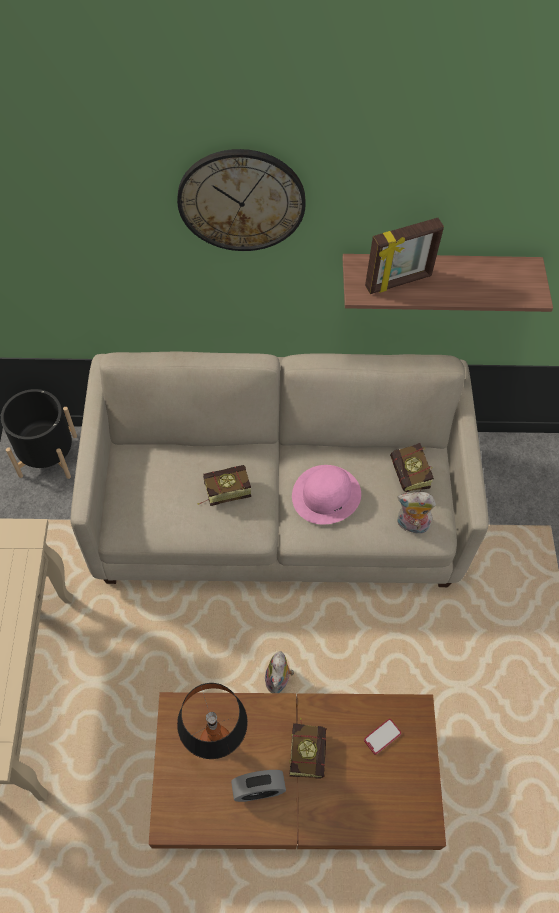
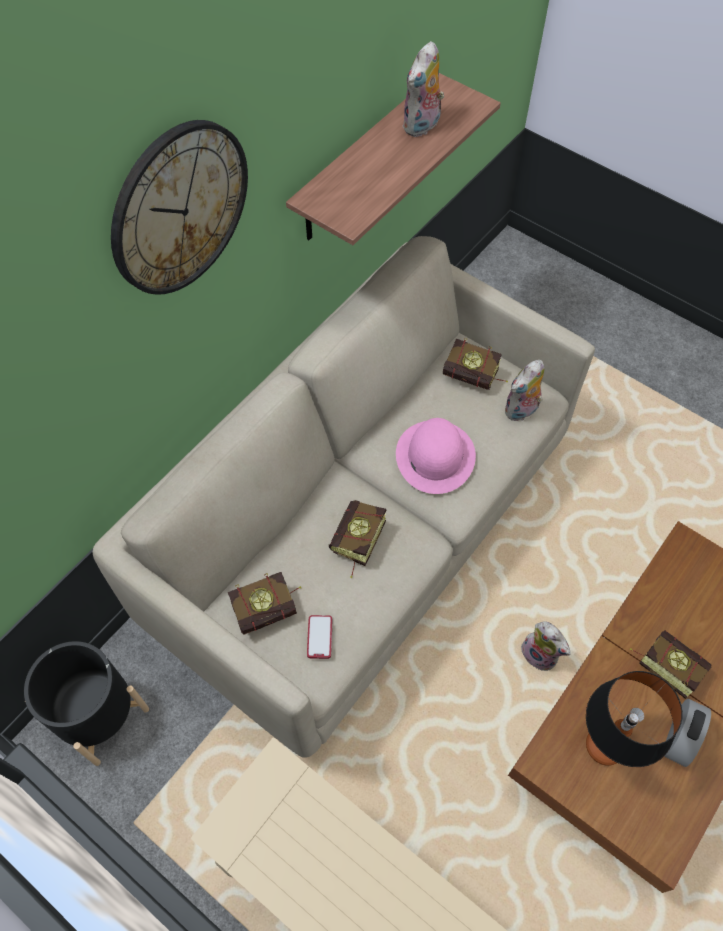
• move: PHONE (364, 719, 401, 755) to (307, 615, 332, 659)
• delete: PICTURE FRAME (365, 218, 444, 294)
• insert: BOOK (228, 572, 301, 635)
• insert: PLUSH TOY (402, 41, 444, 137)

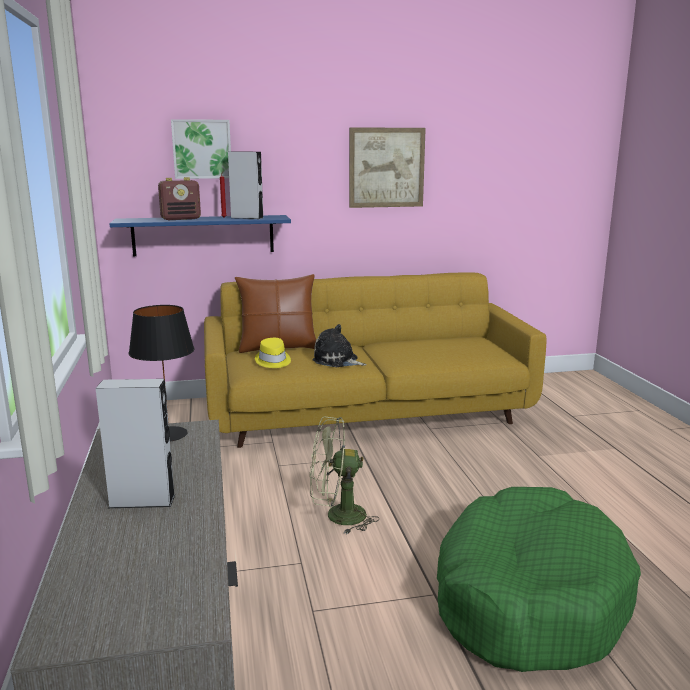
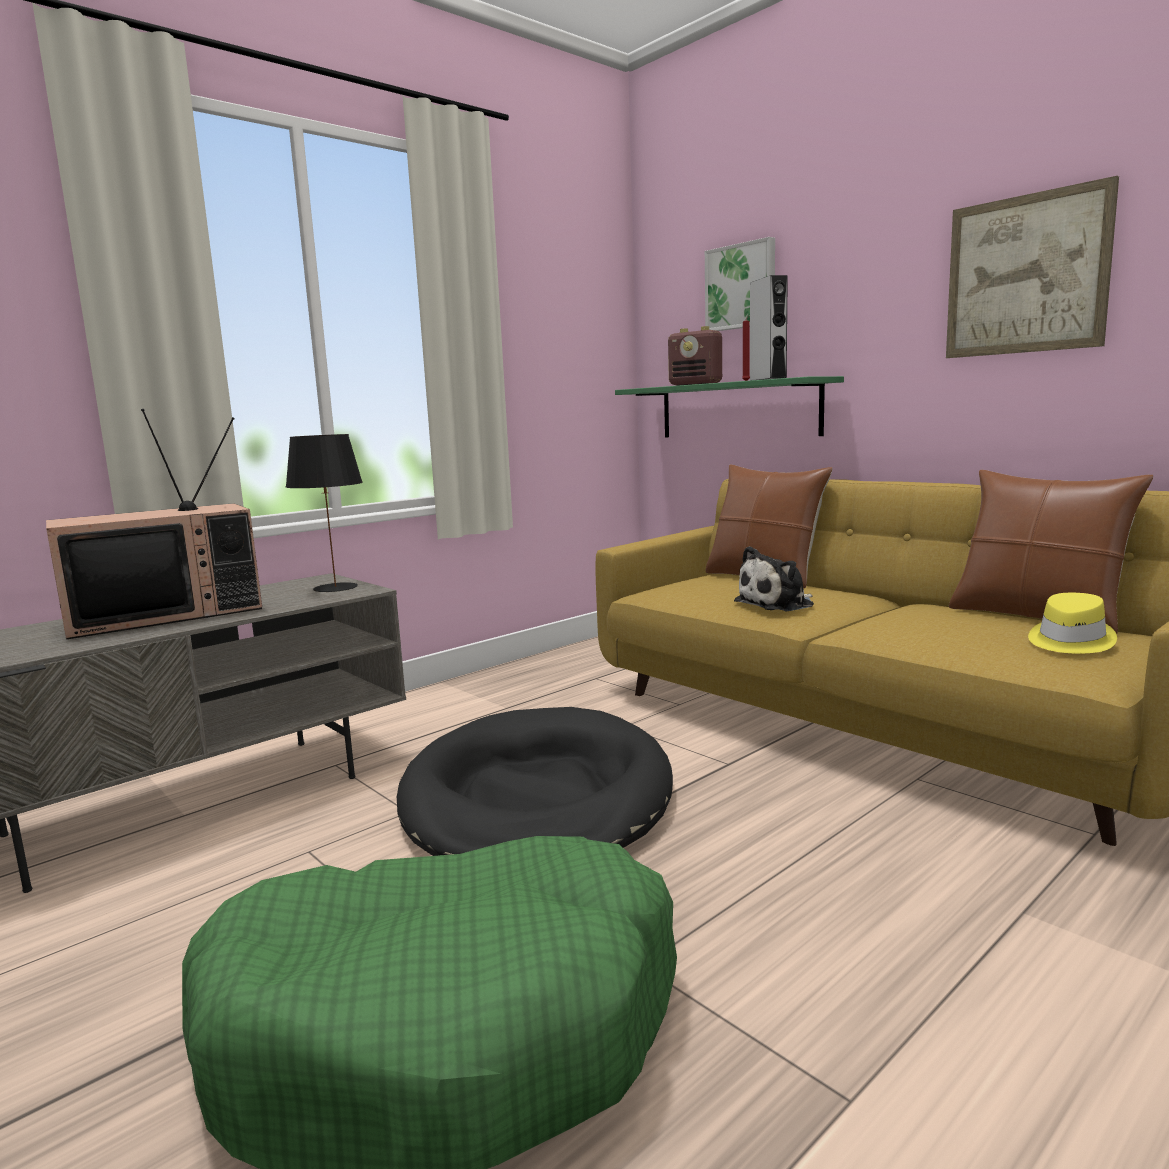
• replace: GREY SPEAKER (96, 379, 175, 508) to TELEVISION (46, 409, 262, 639)
• recolor: BLUE SHELF (110, 215, 291, 256) to GREEN SHELF (615, 376, 844, 437)
• move: YELLOW HAT (255, 338, 291, 368) to (1028, 593, 1117, 654)
• replace: GREEN FAN (310, 416, 379, 535) to BLACK DOG BED (397, 707, 673, 856)
• rotate: PLUSH TOY (312, 324, 367, 367) = (734, 546, 814, 612) 120 degrees counterclockwise
• insert: BROWN PILLOW (949, 470, 1153, 634)

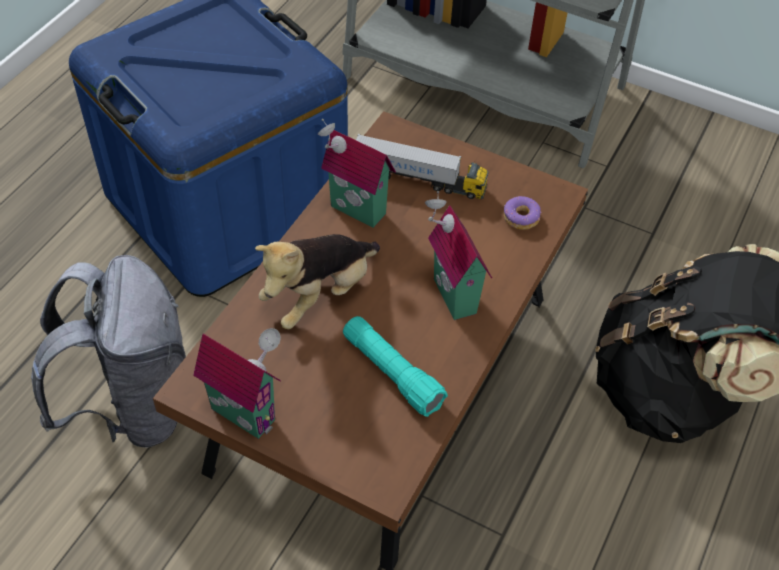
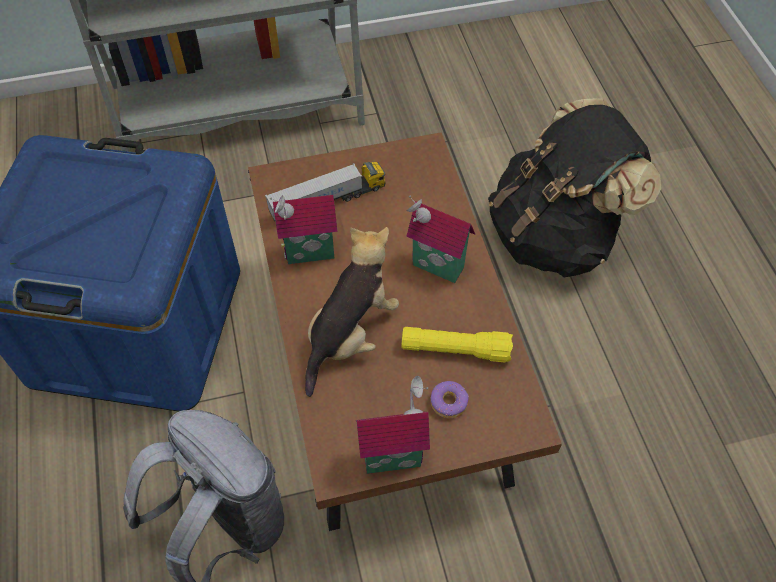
• rotate: PLUSH TOY (255, 234, 380, 329) = (305, 227, 399, 397) 150 degrees counterclockwise
• recolor: TURQUOISE FLASHLIGHT (343, 316, 448, 417) to YELLOW FLASHLIGHT (401, 327, 513, 363)
• move: DONUT (504, 196, 541, 230) to (431, 381, 469, 419)

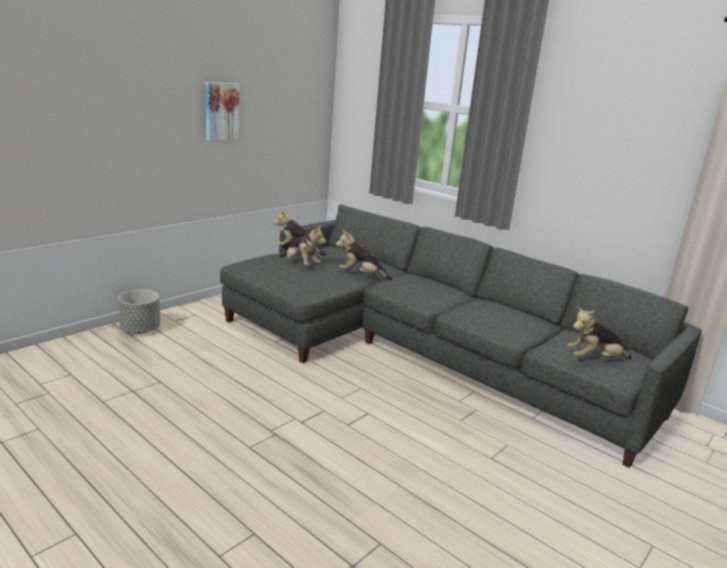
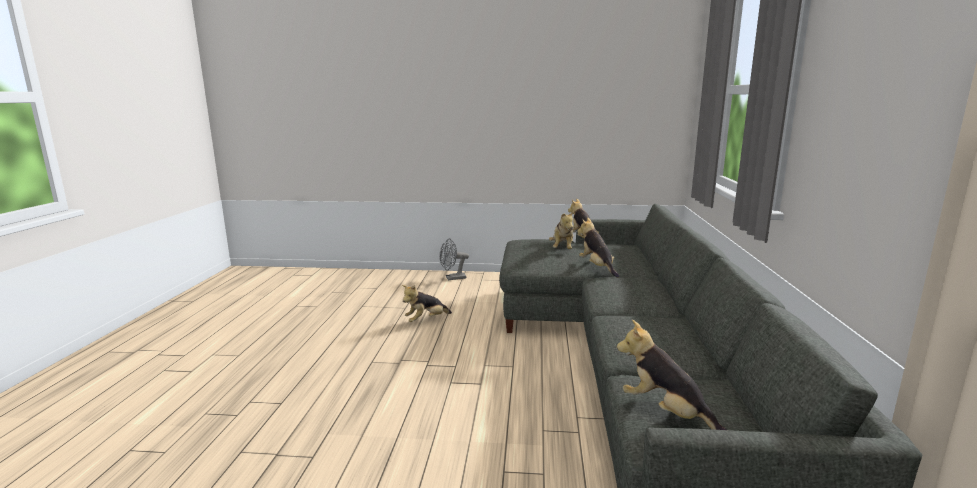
• replace: GREY PLANTER (118, 290, 160, 334) to GREY FAN (440, 238, 469, 280)
• delete: PICTURE (206, 82, 240, 141)
• insert: PLUSH TOY (402, 285, 452, 322)

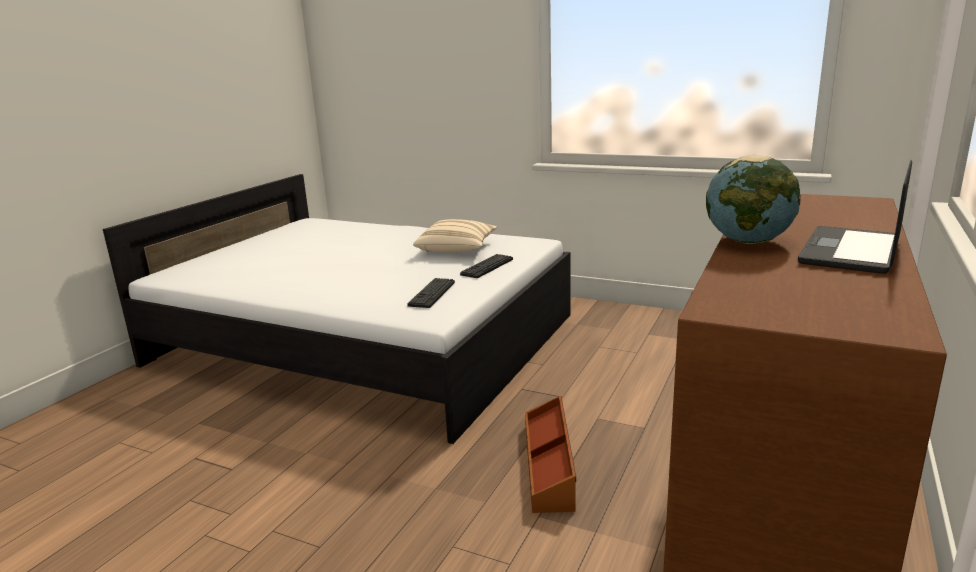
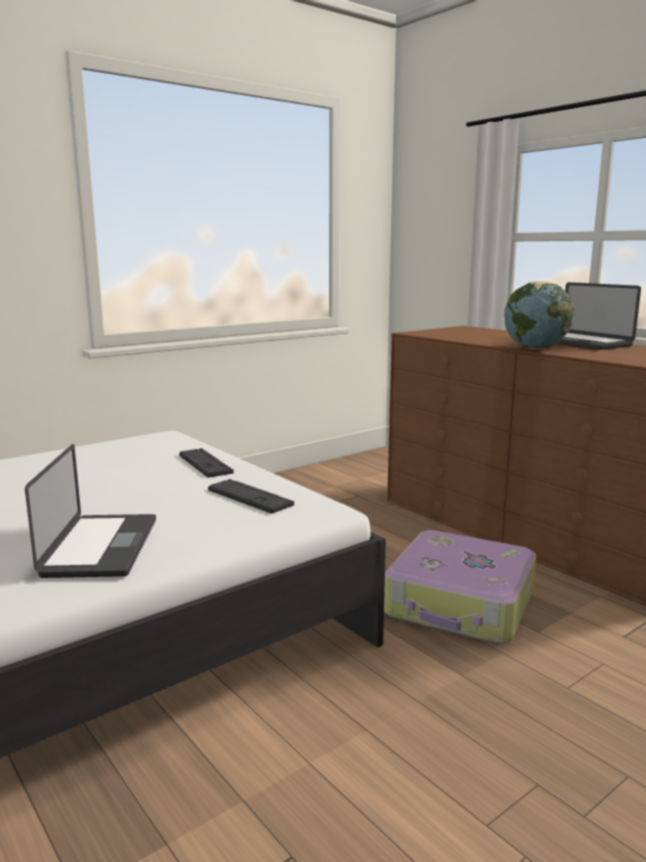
• delete: BEIGE PILLOW (413, 219, 497, 253)
• replace: BROWN STORAGE BOX (525, 396, 576, 513) to SUITCASE (384, 530, 536, 644)
• insert: LAPTOP (25, 444, 156, 578)

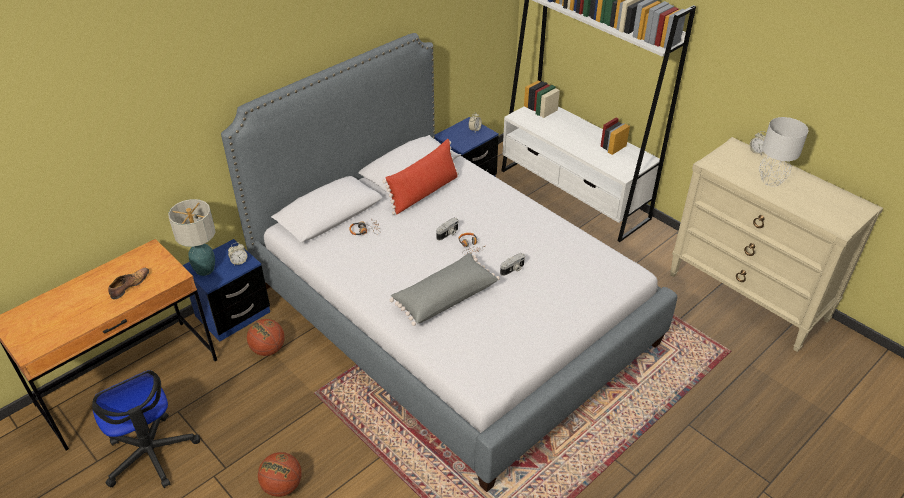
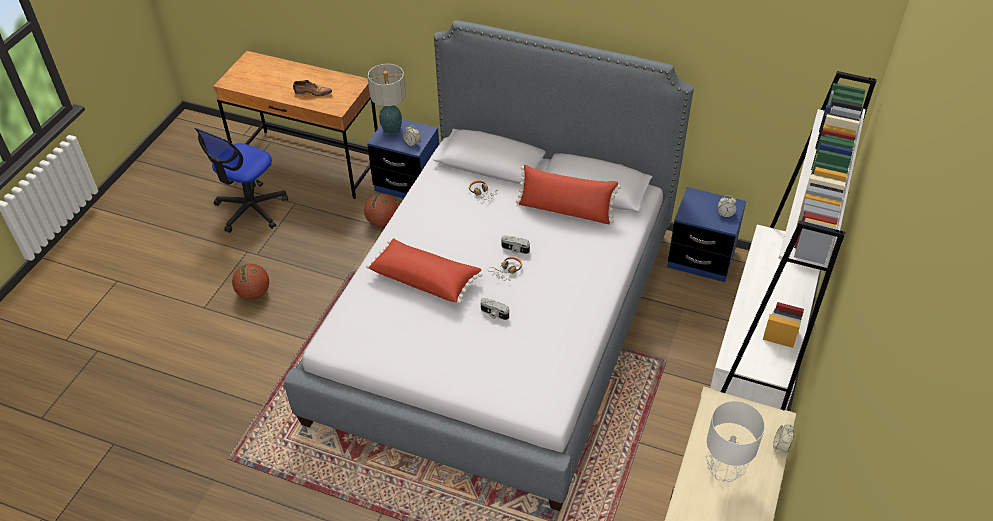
• recolor: GREY PILLOW (390, 253, 500, 326) to RED PILLOW (366, 238, 482, 304)

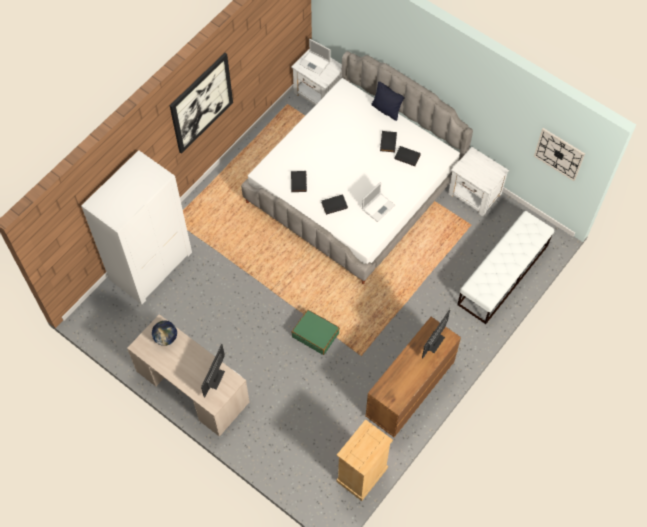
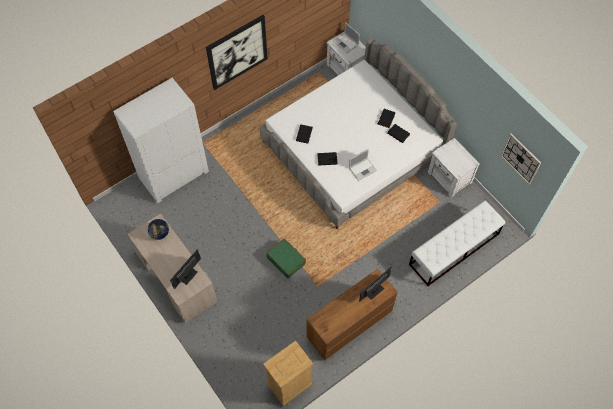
• delete: BLACK PILLOW (371, 81, 404, 121)

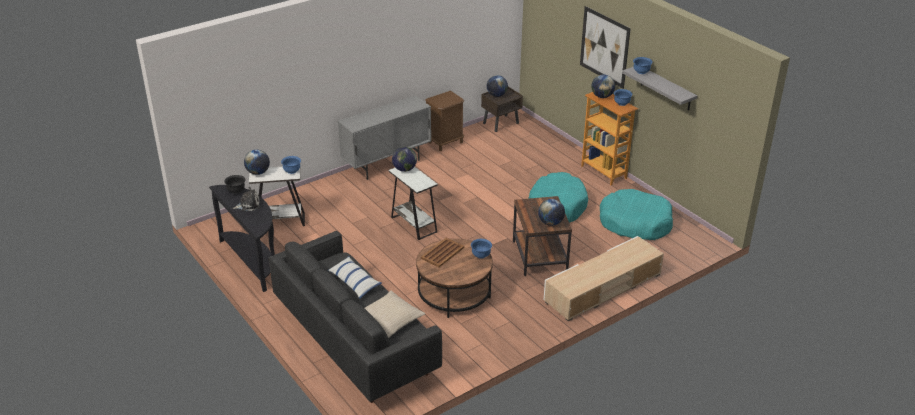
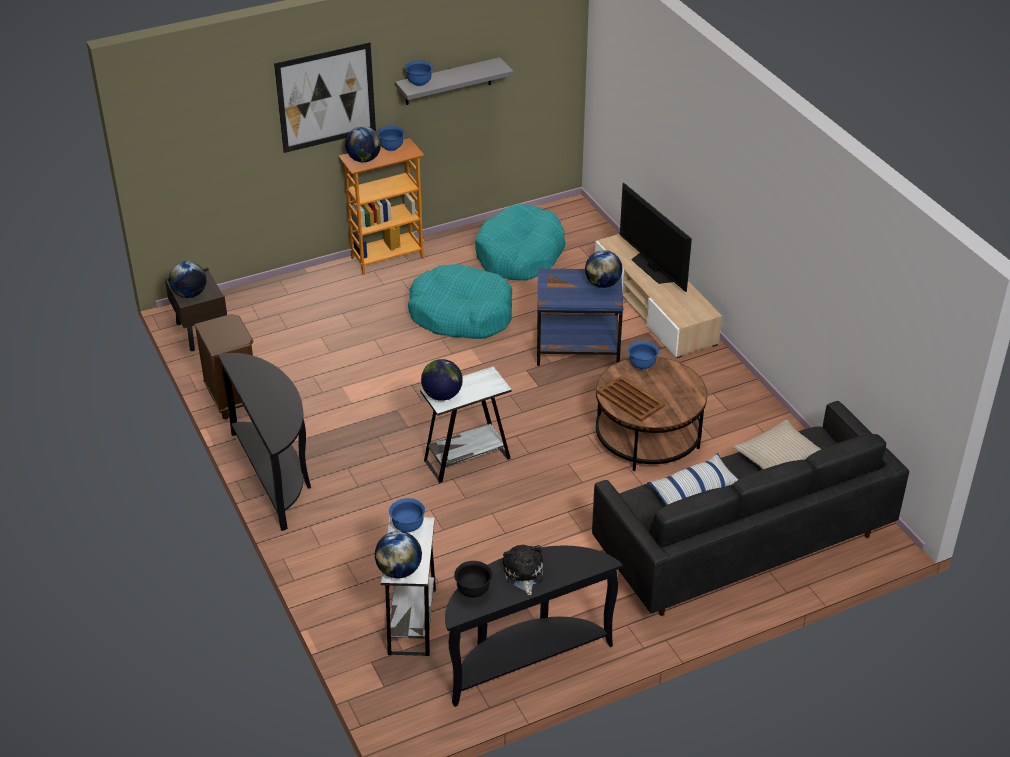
• replace: GREY CABINET (338, 96, 431, 180) to BLACK CONSOLE TABLE (218, 353, 311, 531)
• recolor: BROWN SIDE TABLE (513, 196, 572, 276) to BLUE SIDE TABLE (537, 269, 623, 366)
• insert: TELEVISION (620, 183, 692, 292)

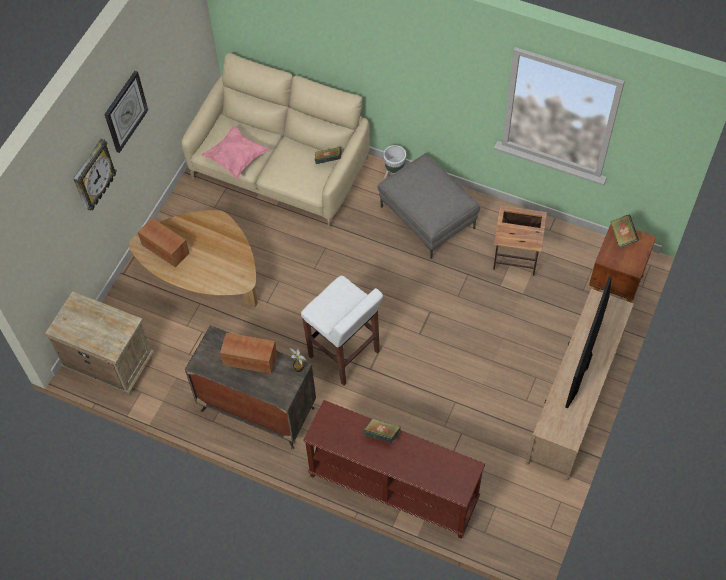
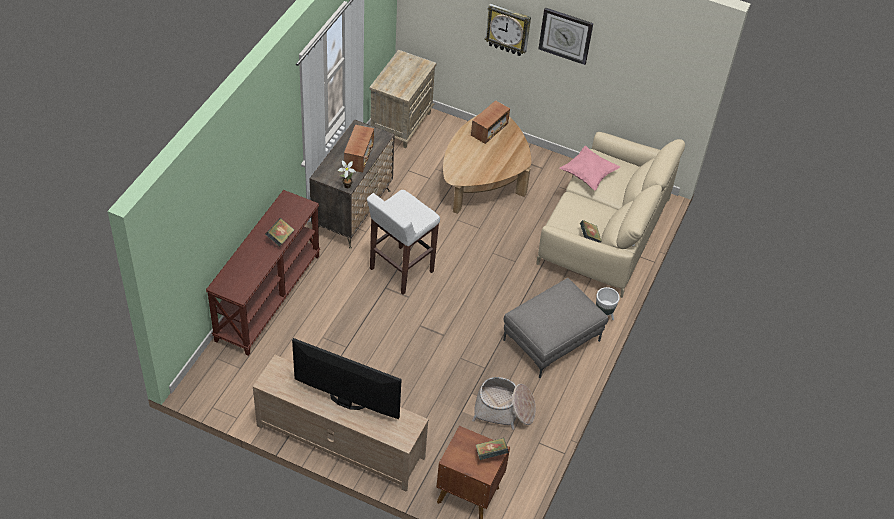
• replace: SIDE TABLE (493, 206, 547, 276) to BASKET (472, 377, 536, 430)

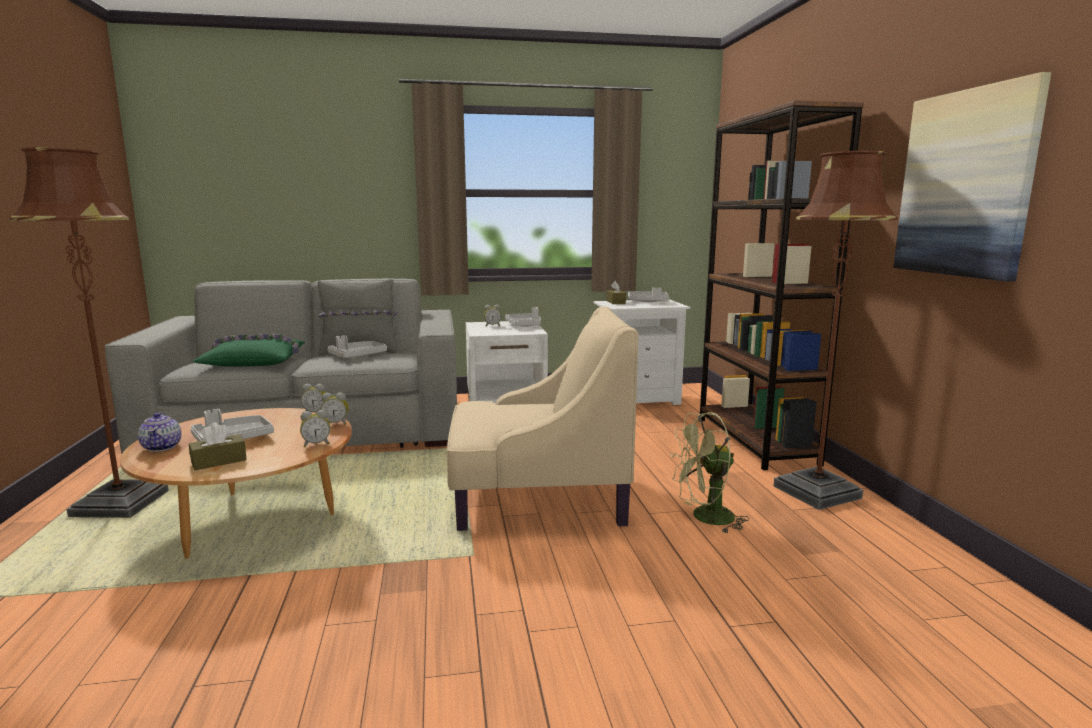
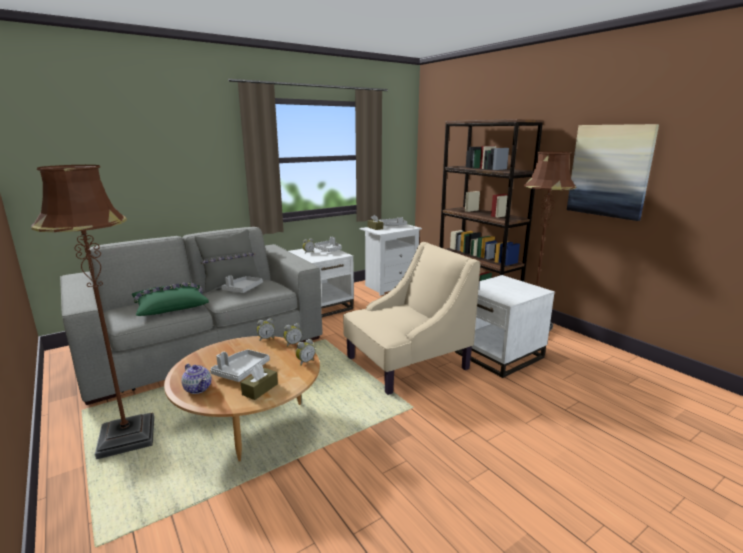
• replace: GREEN FAN (671, 412, 750, 533) to WHITE SIDE TABLE (455, 275, 555, 378)

